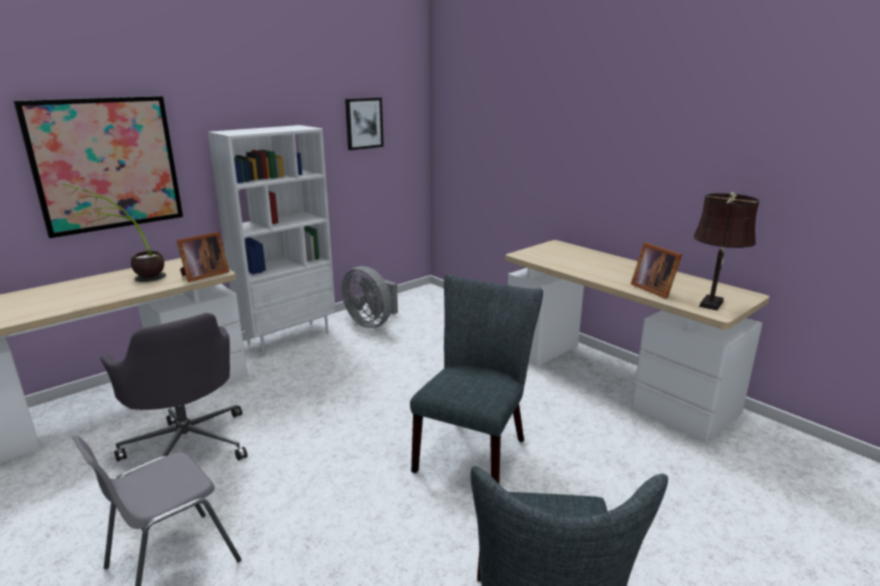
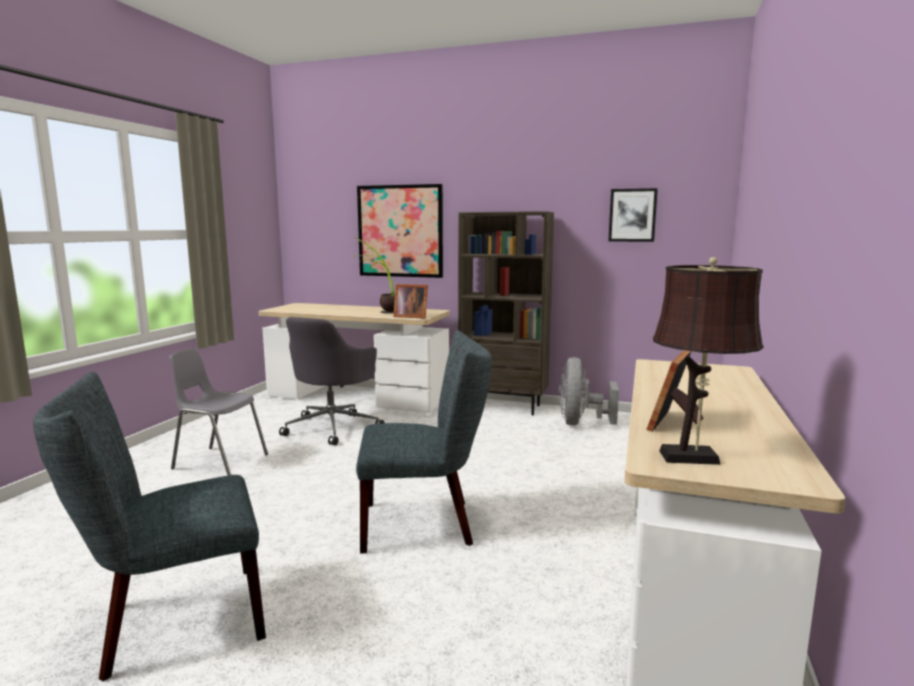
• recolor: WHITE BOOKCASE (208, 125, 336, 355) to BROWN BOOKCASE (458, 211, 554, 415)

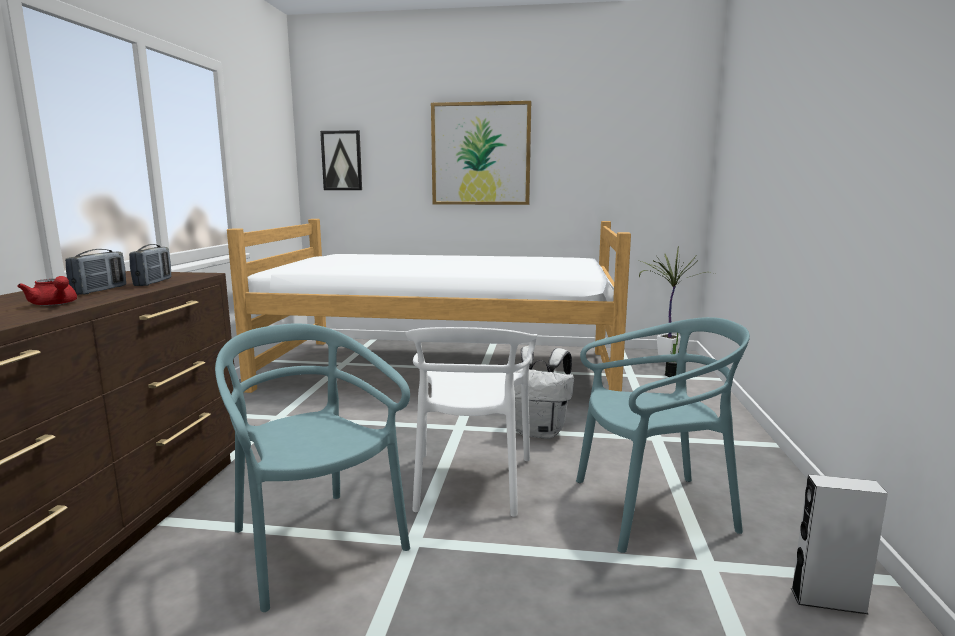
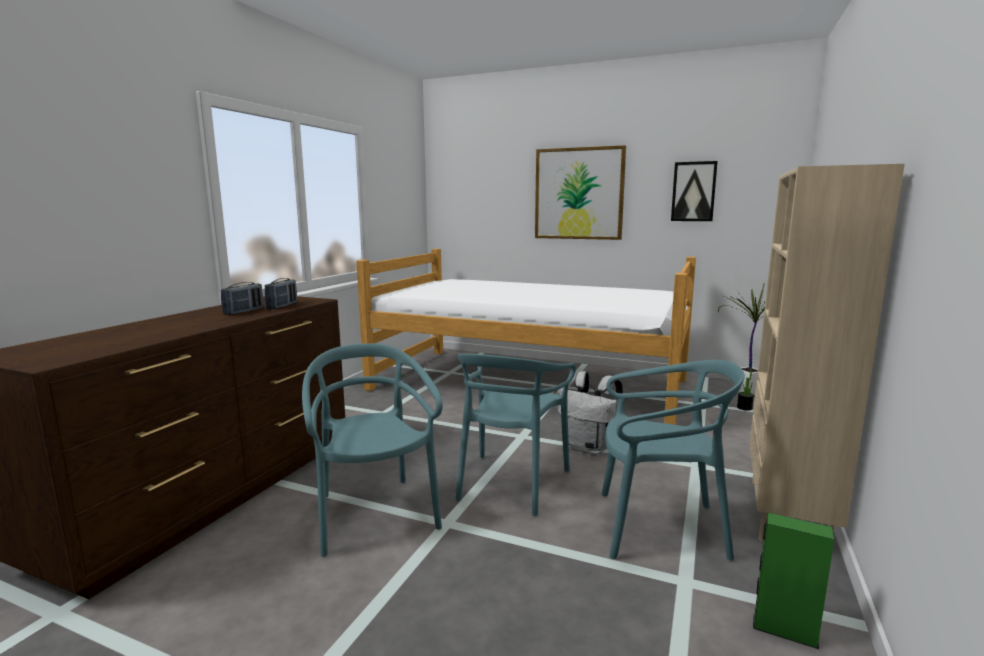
• delete: RED TEAPOT (17, 276, 77, 306)
• move: PICTURE (320, 130, 362, 190) to (671, 161, 718, 221)
• recolor: WHITE CHAIR (405, 327, 537, 517) to TURQUOISE CHAIR (455, 354, 576, 516)
• recolor: GREY SPEAKER (791, 474, 888, 615) to GREEN SPEAKER (753, 513, 834, 649)
• insert: BEIGE BOOKCASE (750, 164, 905, 541)

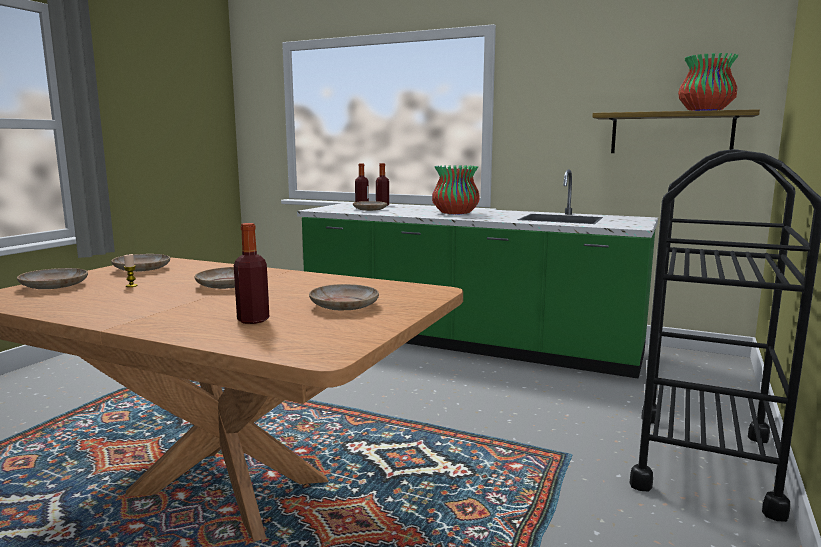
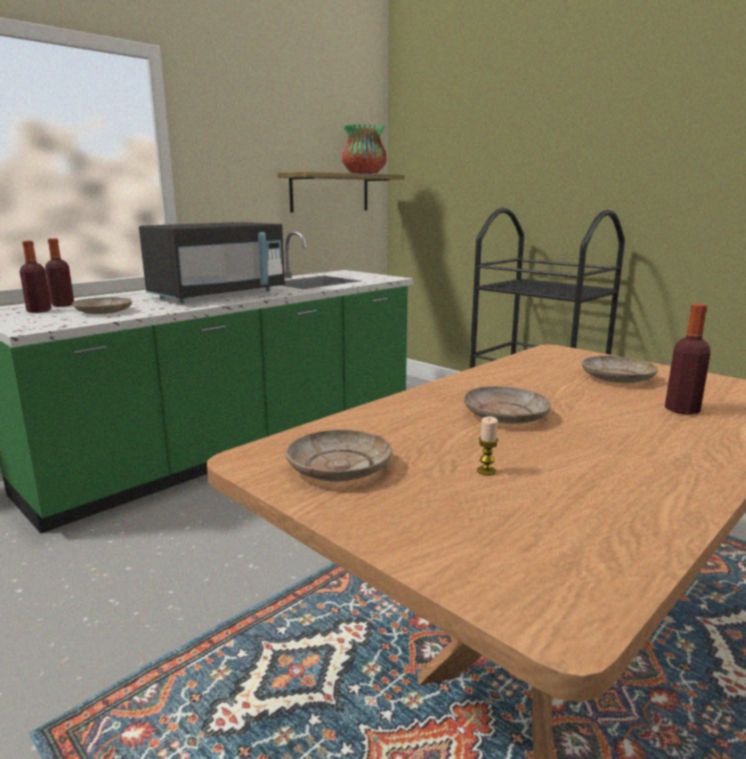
• delete: BEIGE PLATE (17, 268, 88, 289)
• replace: VASE (432, 165, 480, 215) to BLACK MICROWAVE (139, 222, 285, 303)

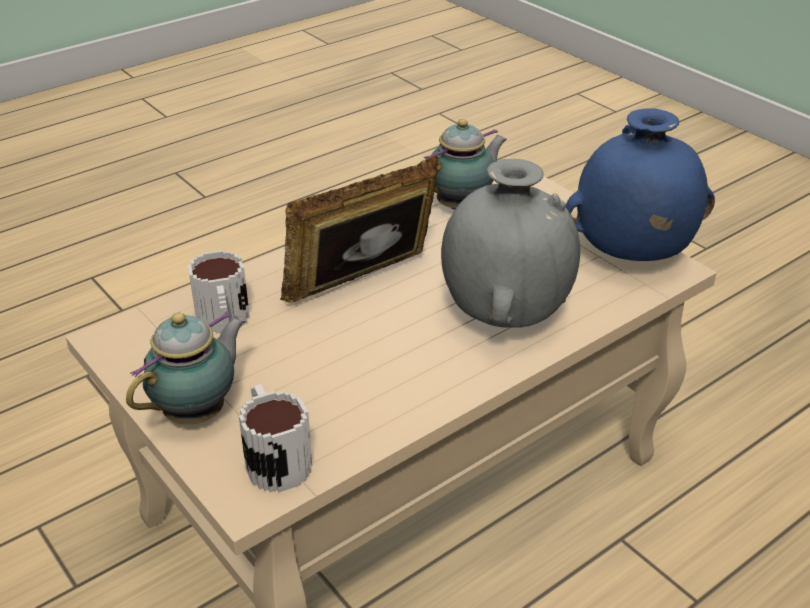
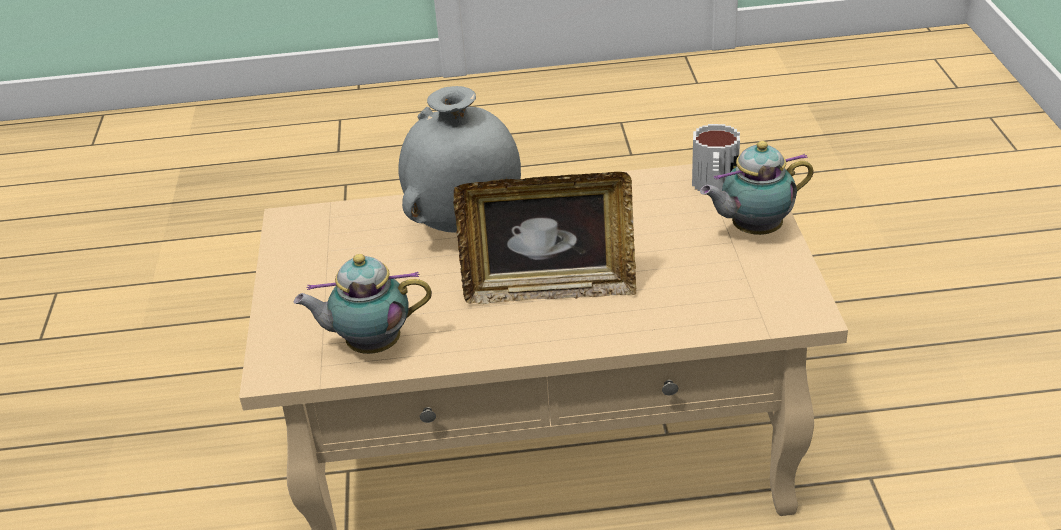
• delete: MUG (188, 250, 250, 334)
• delete: BLUE VASE (566, 109, 715, 261)

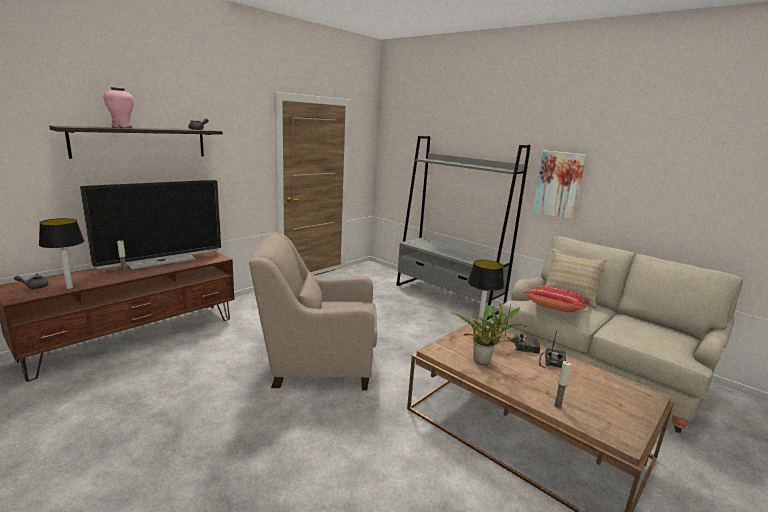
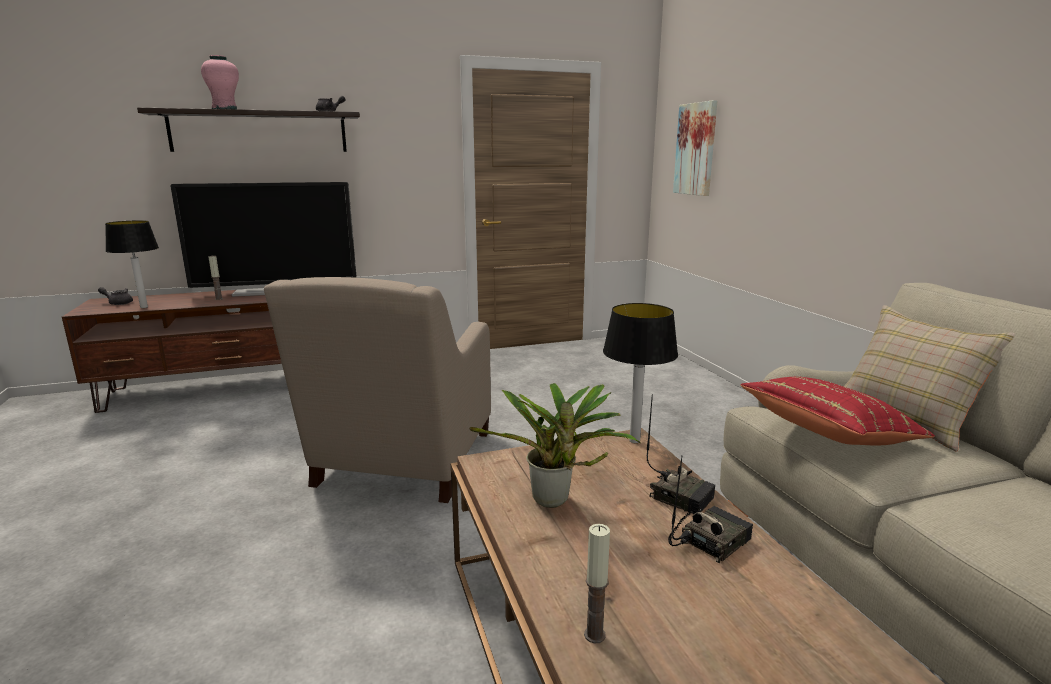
• rotate: BEIGE ARMCHAIR (249, 234, 377, 390) = (264, 277, 491, 503) 105 degrees counterclockwise
• delete: GREY BOOKCASE (396, 136, 531, 320)
• move: PICTURE (533, 150, 587, 220) to (673, 100, 717, 196)

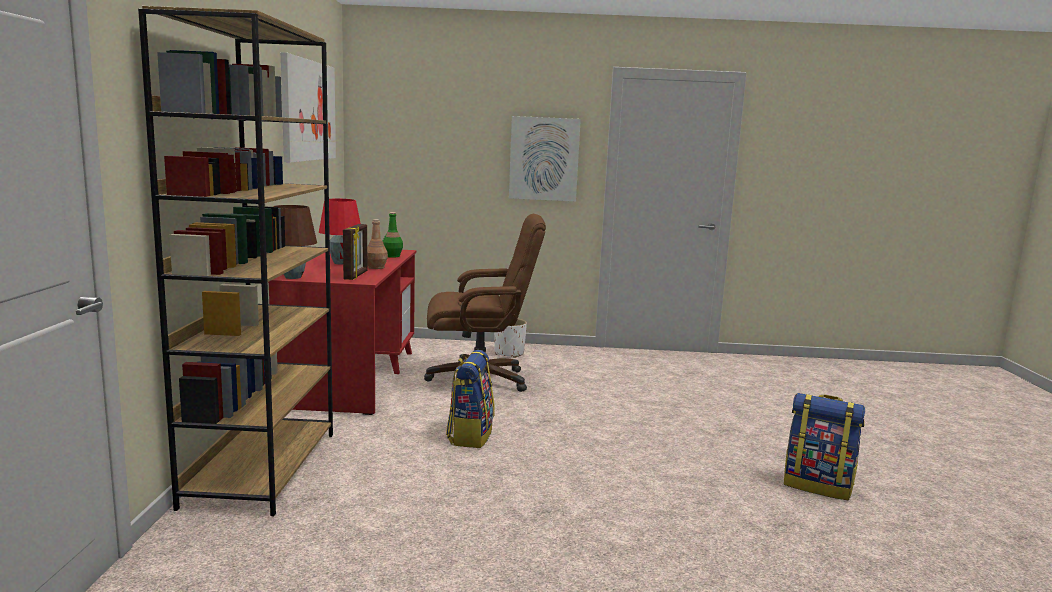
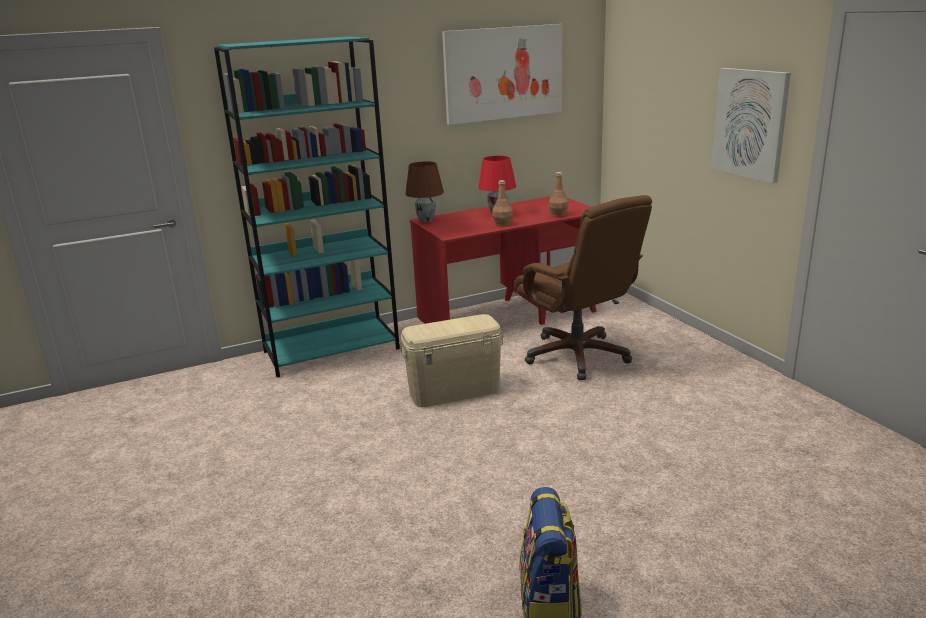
• recolor: BROWN BOOKCASE (138, 6, 333, 516) to TURQUOISE BOOKCASE (214, 36, 400, 377)
• delete: PICTURE FRAME (343, 224, 367, 280)
• recolor: GREEN BOTTLE (382, 212, 403, 258) to BROWN BOTTLE (548, 172, 569, 217)
• replace: BACKPACK (446, 350, 495, 448) to BEIGE STORAGE BOX (399, 314, 504, 407)
• delete: WHITE PLANTER (494, 319, 527, 358)

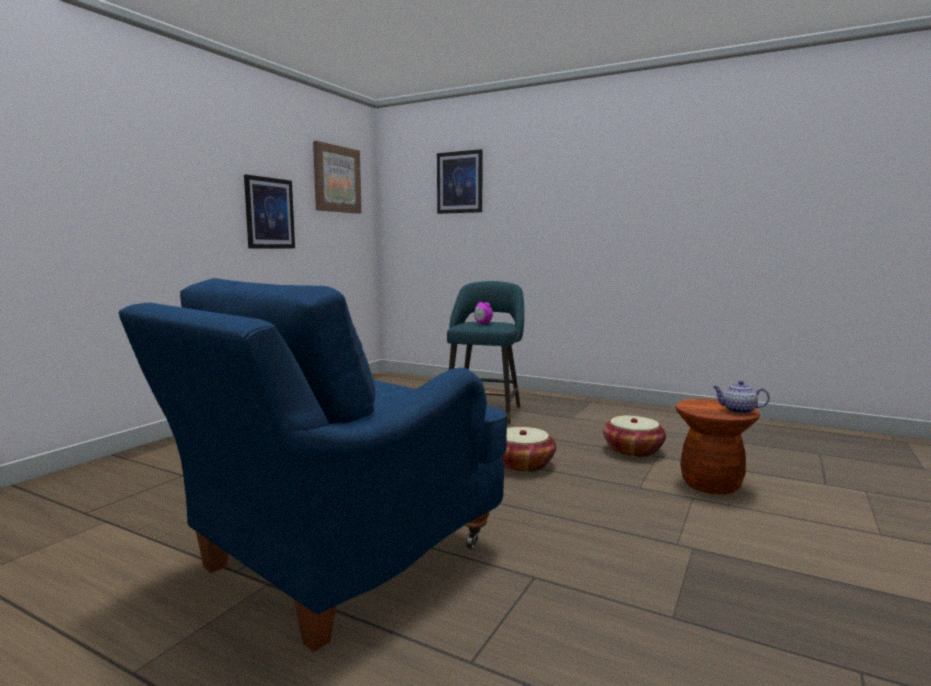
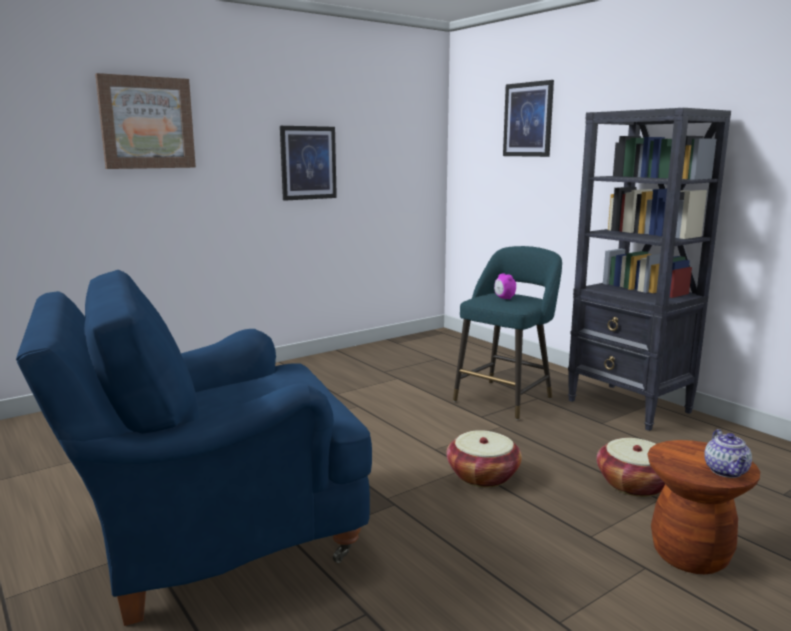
• move: PICTURE (313, 141, 362, 214) to (95, 73, 196, 169)
• rotate: TEAPOT (713, 381, 770, 414) = (704, 429, 752, 478) 135 degrees counterclockwise
• insert: BLACK BOOKCASE (568, 108, 731, 431)

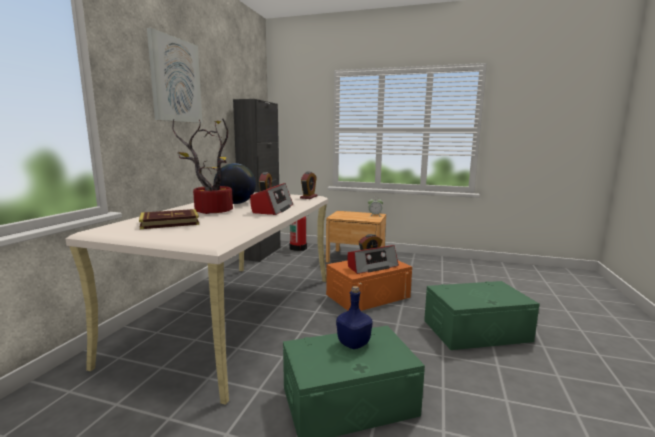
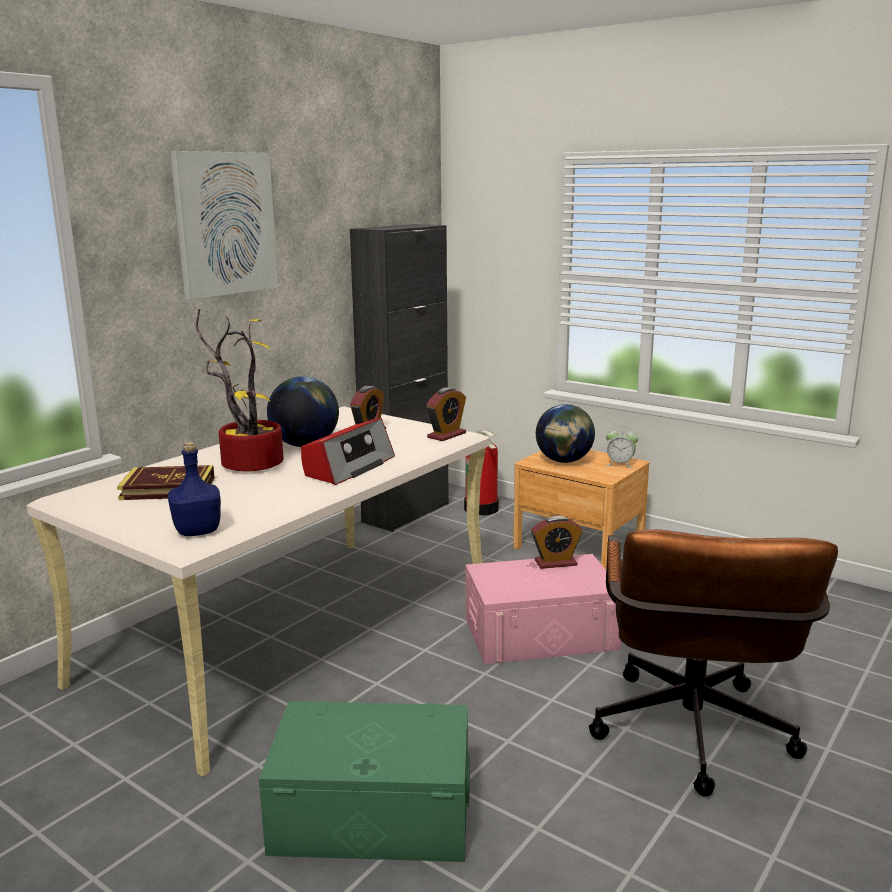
• recolor: ORANGE STORAGE BOX (326, 260, 412, 311) to PINK STORAGE BOX (466, 554, 621, 664)
• move: BLUE BOTTLE (336, 286, 373, 349) to (168, 442, 221, 536)
• delete: RADIO (348, 245, 399, 274)
• replace: GREEN STORAGE BOX (424, 281, 540, 350) to BROWN OFFICE CHAIR (589, 529, 838, 796)
• insert: GLOBE (536, 404, 595, 463)

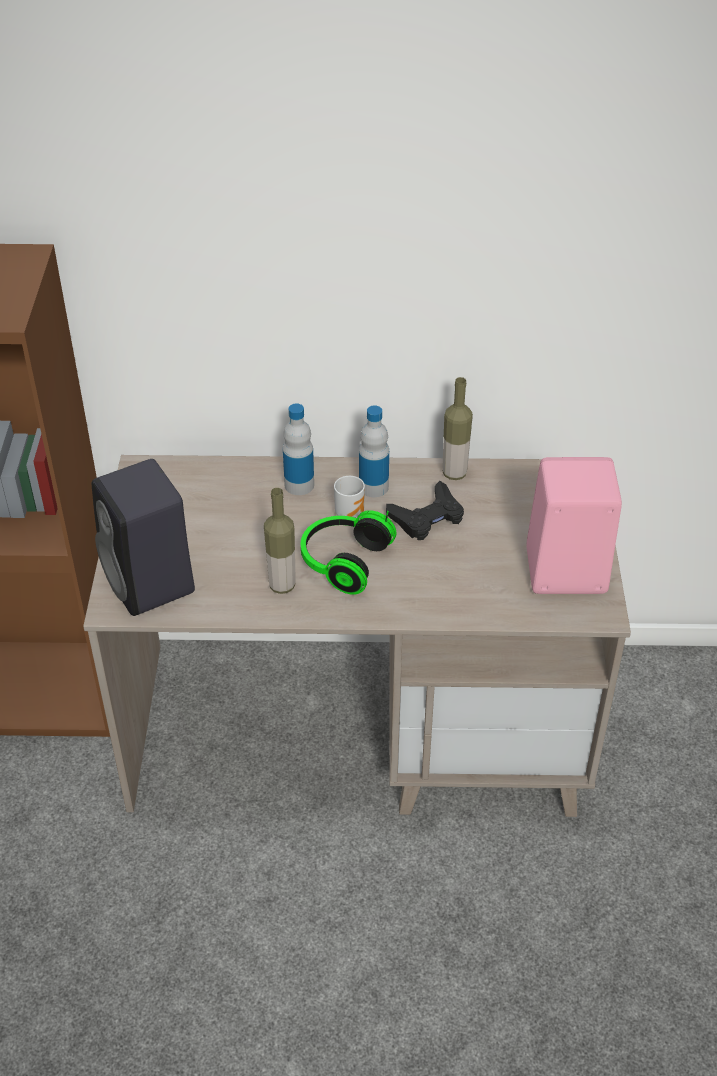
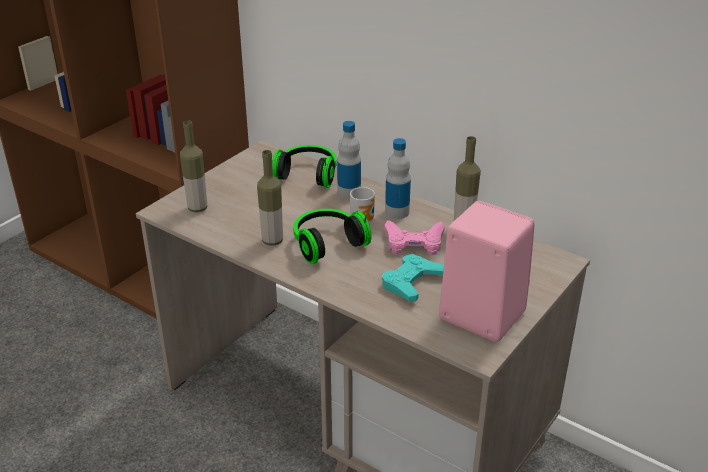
• replace: BLACK SPEAKER (92, 459, 195, 616) to BOTTLE (180, 121, 207, 212)
• recolor: BLACK GAME CONTROLLER (386, 481, 464, 540) to PINK GAME CONTROLLER (384, 220, 445, 255)
• insert: HEADPHONES (272, 145, 337, 188)
• insert: TURQUOISE GAME CONTROLLER (382, 254, 444, 302)

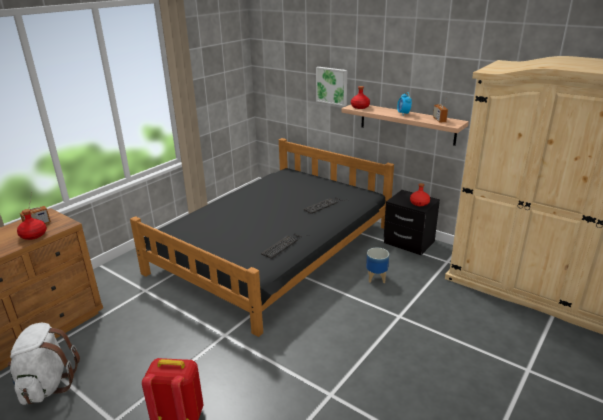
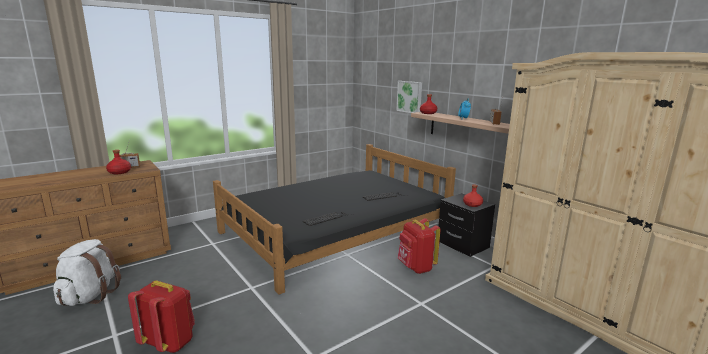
• replace: PLANTER (366, 248, 389, 283) to RED BACKPACK (398, 218, 440, 274)

